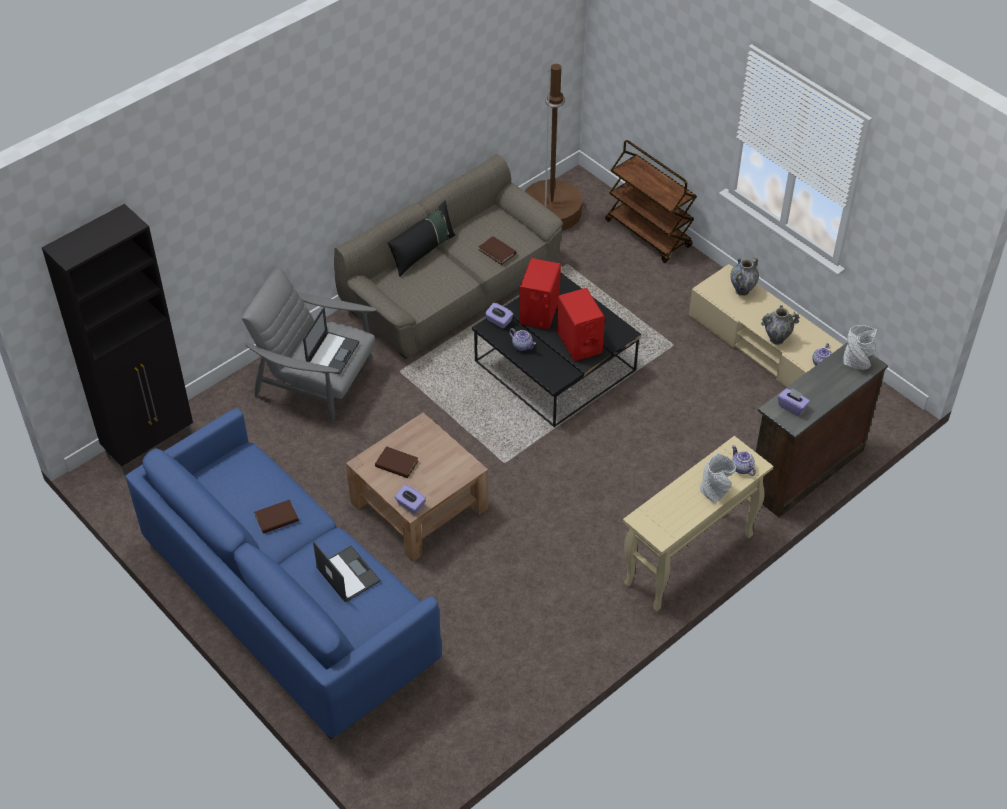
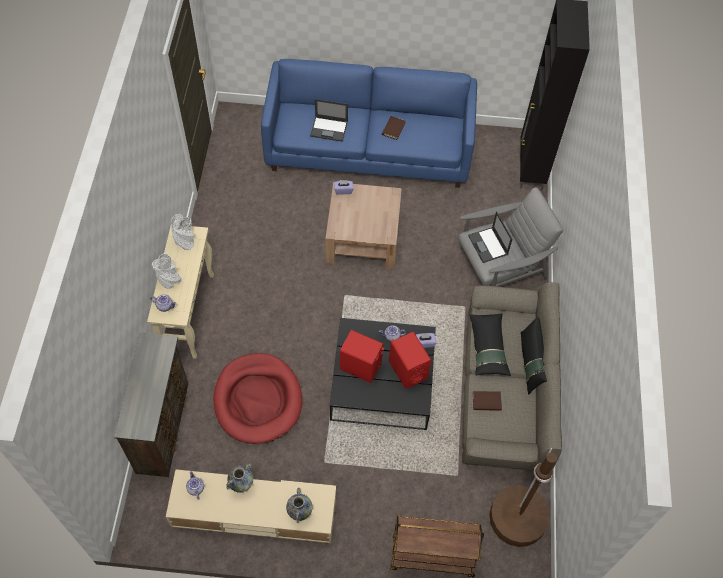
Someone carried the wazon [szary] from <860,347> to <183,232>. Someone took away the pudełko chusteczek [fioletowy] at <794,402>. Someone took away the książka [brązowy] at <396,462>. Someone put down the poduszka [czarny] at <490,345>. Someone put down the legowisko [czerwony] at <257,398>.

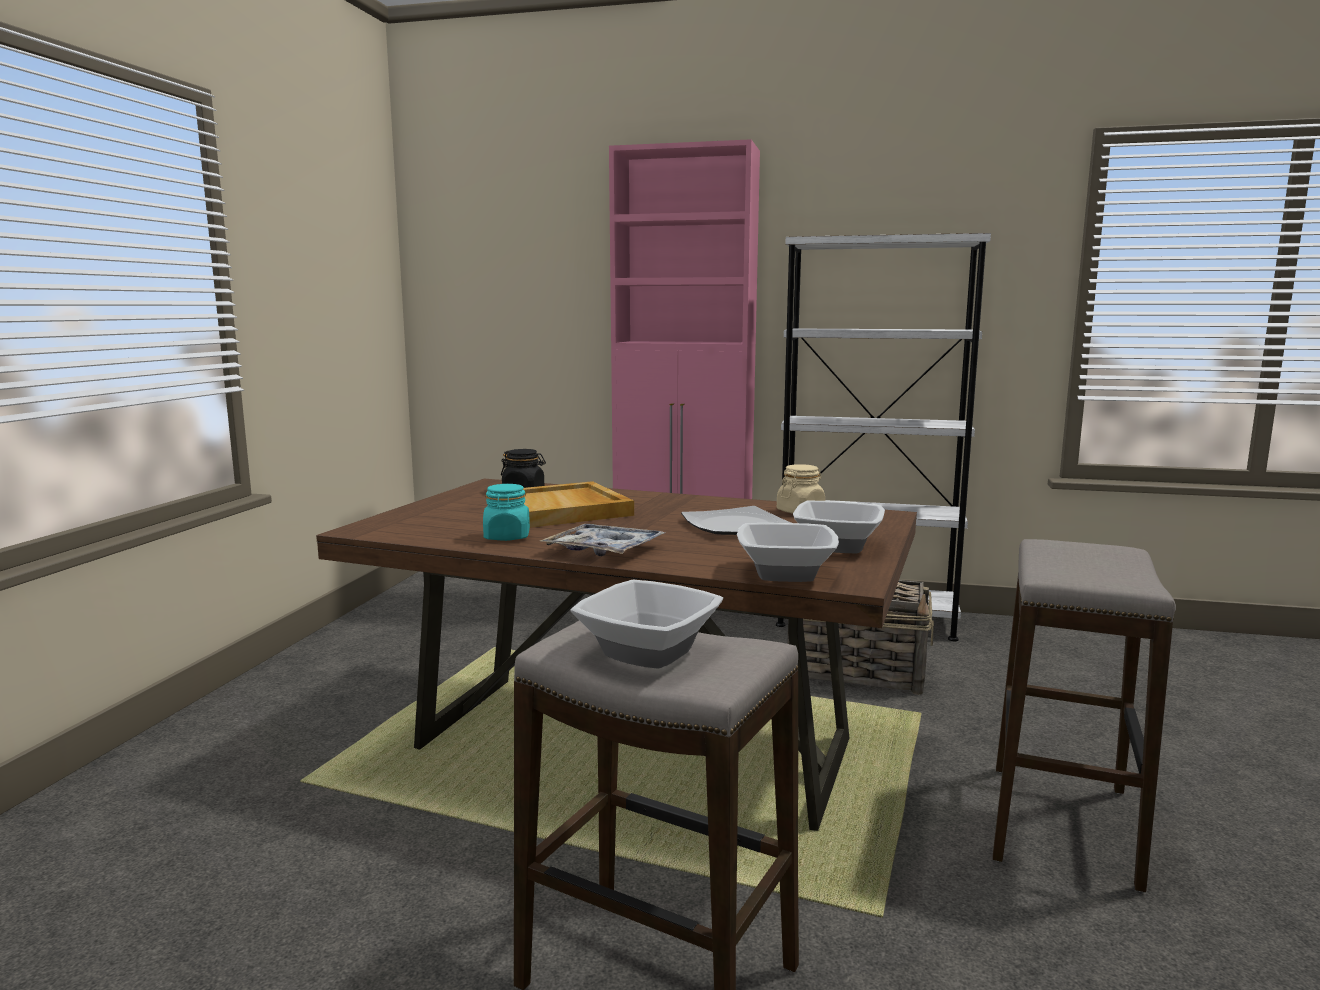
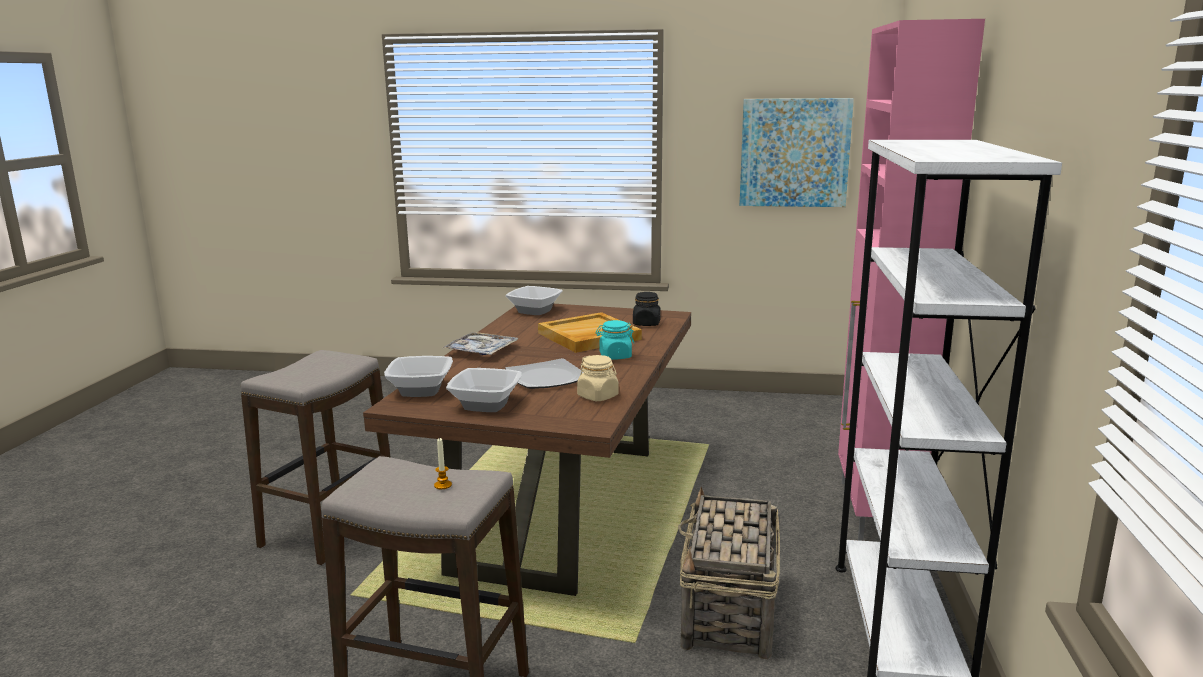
Someone carried the słoik [turkusowy] from <506,512> to <615,340>. Someone carried the miska from <646,624> to <534,300>. Someone put up the obraz at <796,152>. Someone put down the świeca at <443,463>.

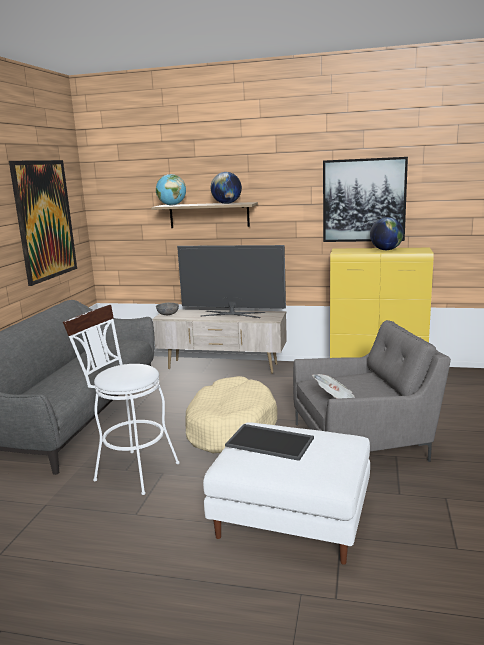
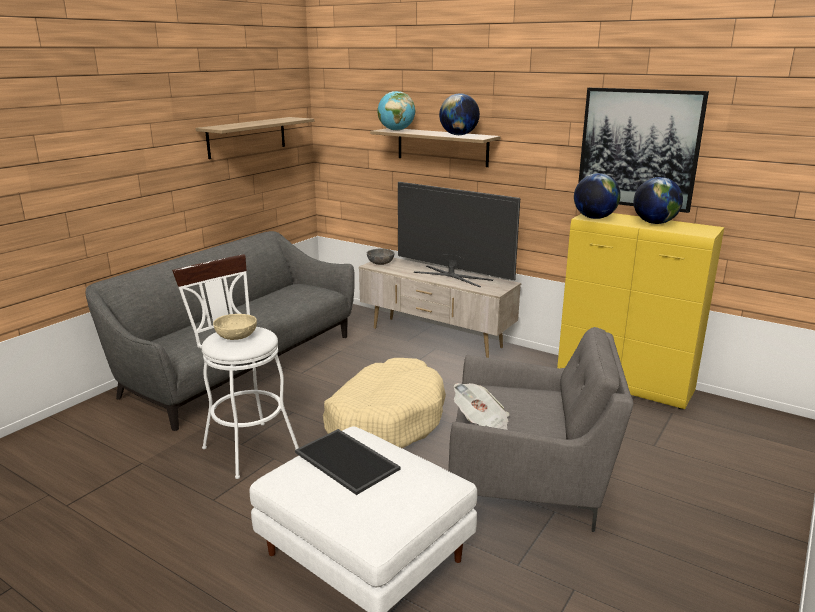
Someone swapped the obraz at <43,223> for the półka at <255,138>. Someone put down the globus at <597,196>. Someone put down the miska [beżowy] at <235,327>.

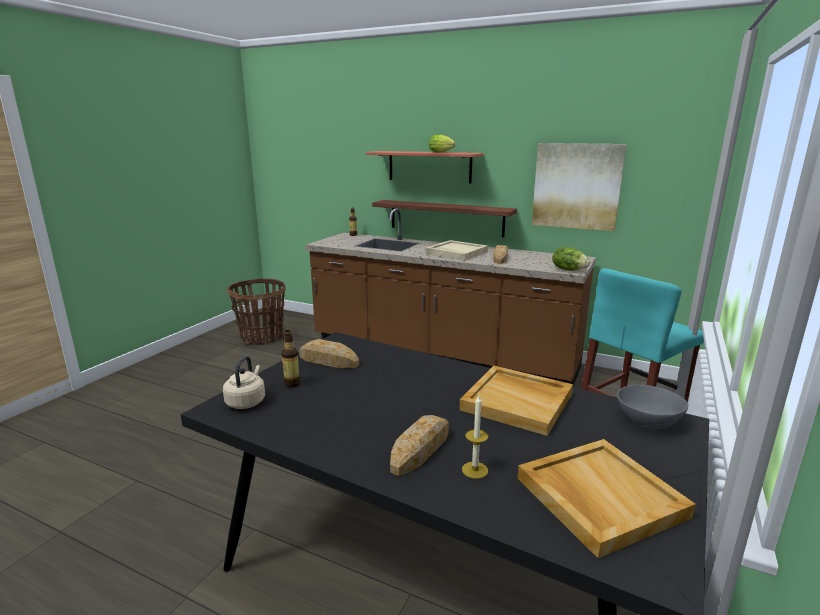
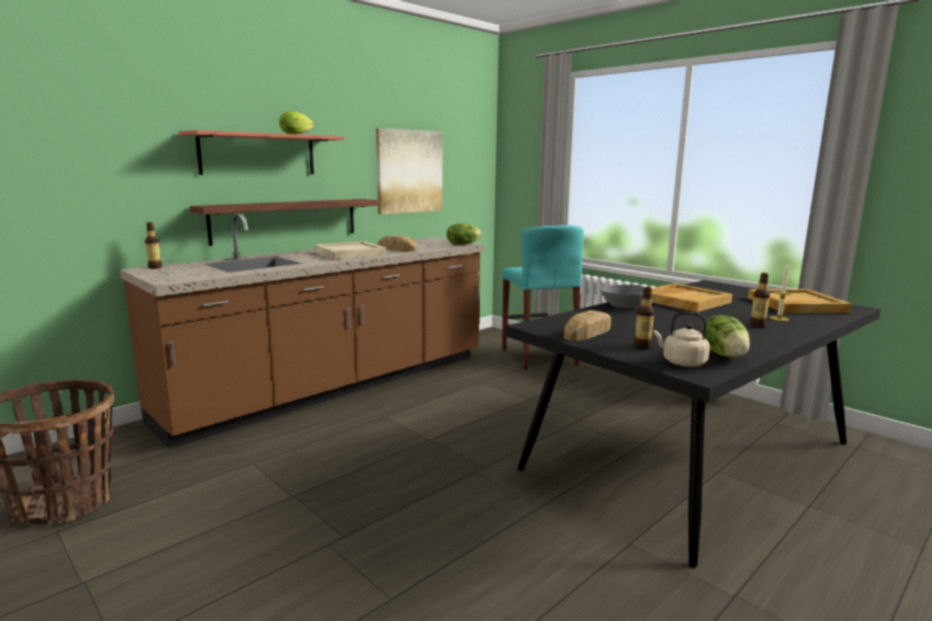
Someone carried the miska [szary] from <652,407> to <622,296>. Someone swapped the chleb at <419,445> for the butelka at <760,300>. Someone put down the sałata at <725,336>.

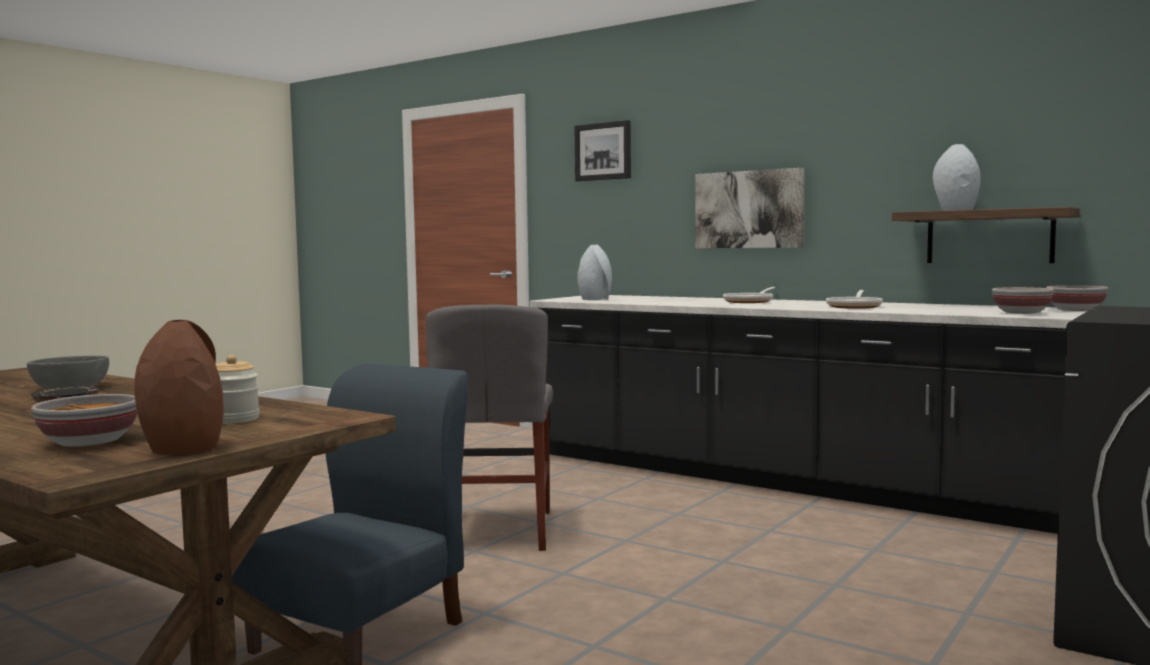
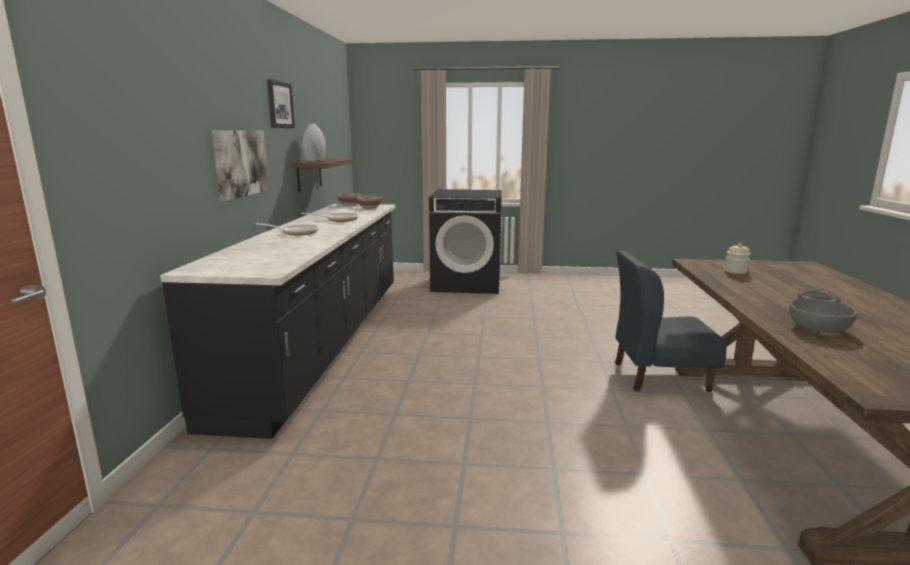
Someone carried the obraz from <602,151> to <281,103>. Someone took away the wazon [szary] at <595,272>. Someone took away the krzesło [szary] at <489,428>. Someone took away the wazon [brązowy] at <179,387>. Someone took away the miska at <84,420>.

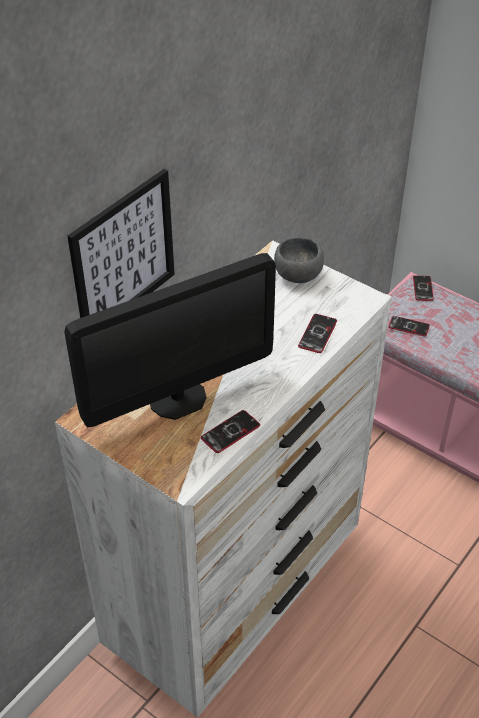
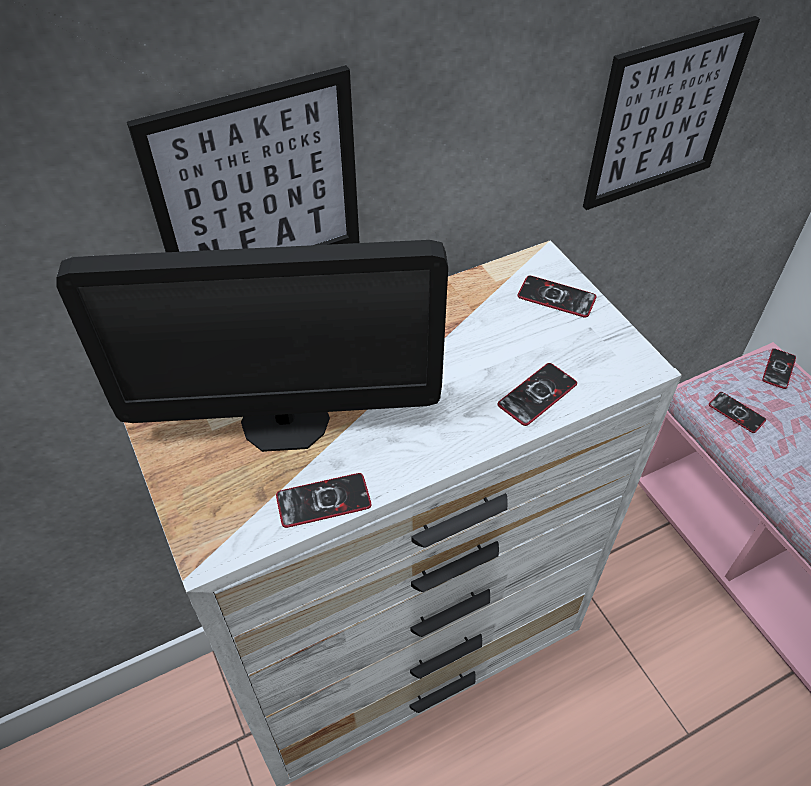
Someone swapped the miska [szary] at <299,260> for the telefon at <556,296>. Someone put up the obraz at <671,113>.

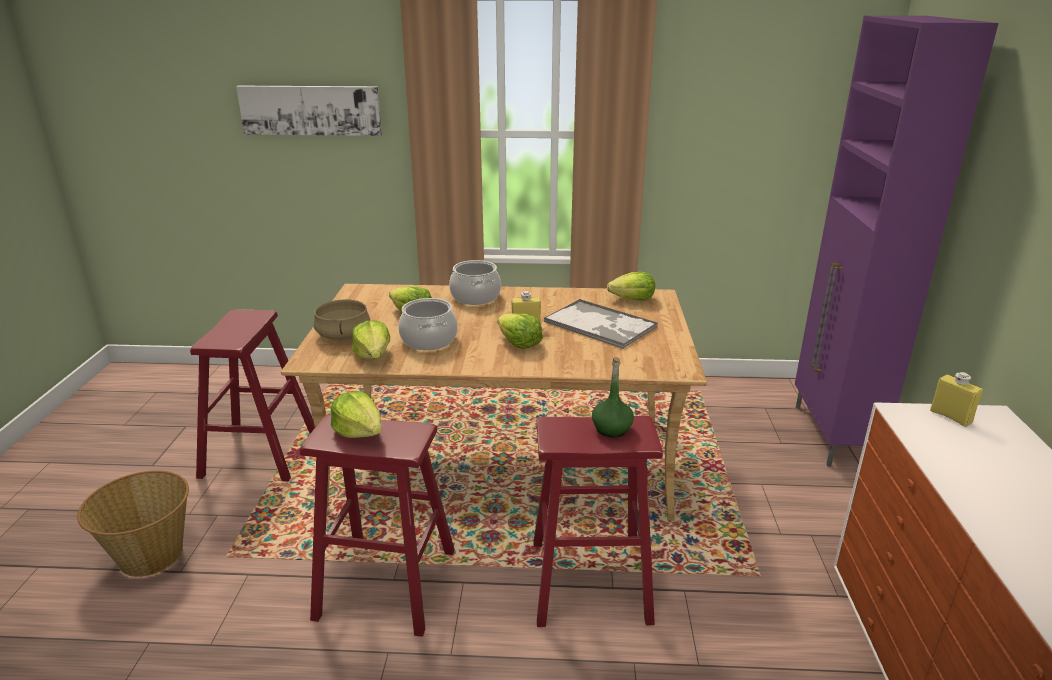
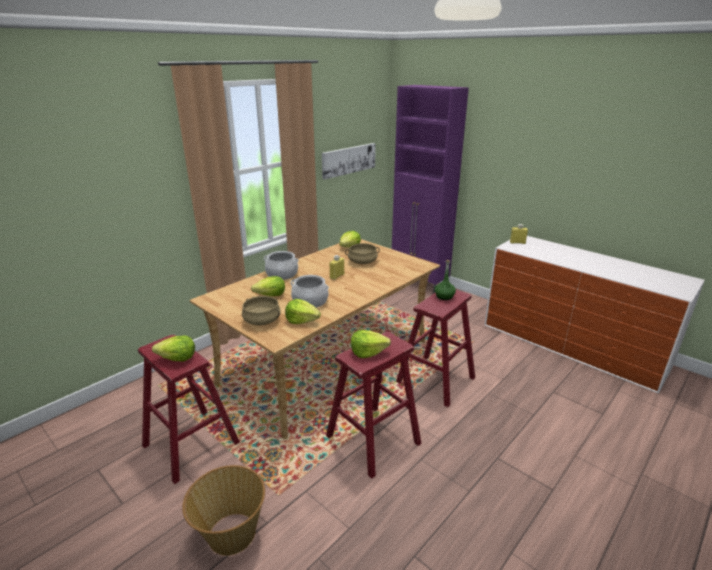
Someone carried the obraz from <309,111> to <349,161>. Someone swapped the taca at <601,324> for the garnek [beżowy] at <362,253>. Someone carried the sałata from <520,331> to <173,349>.

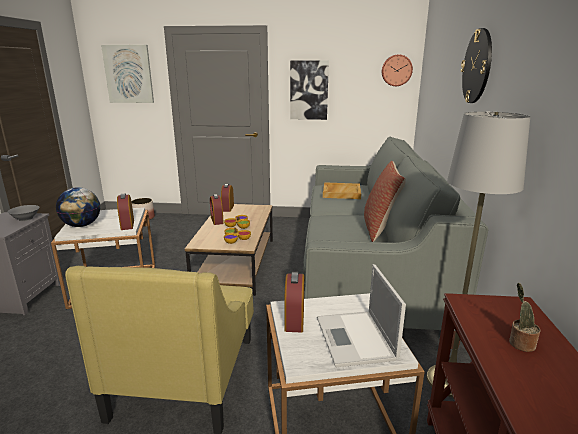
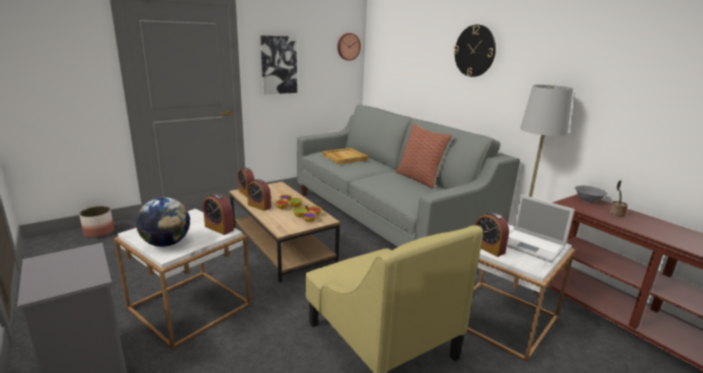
Someone took away the obraz at <127,74>. Someone carried the miska [szary] from <23,213> to <591,194>.

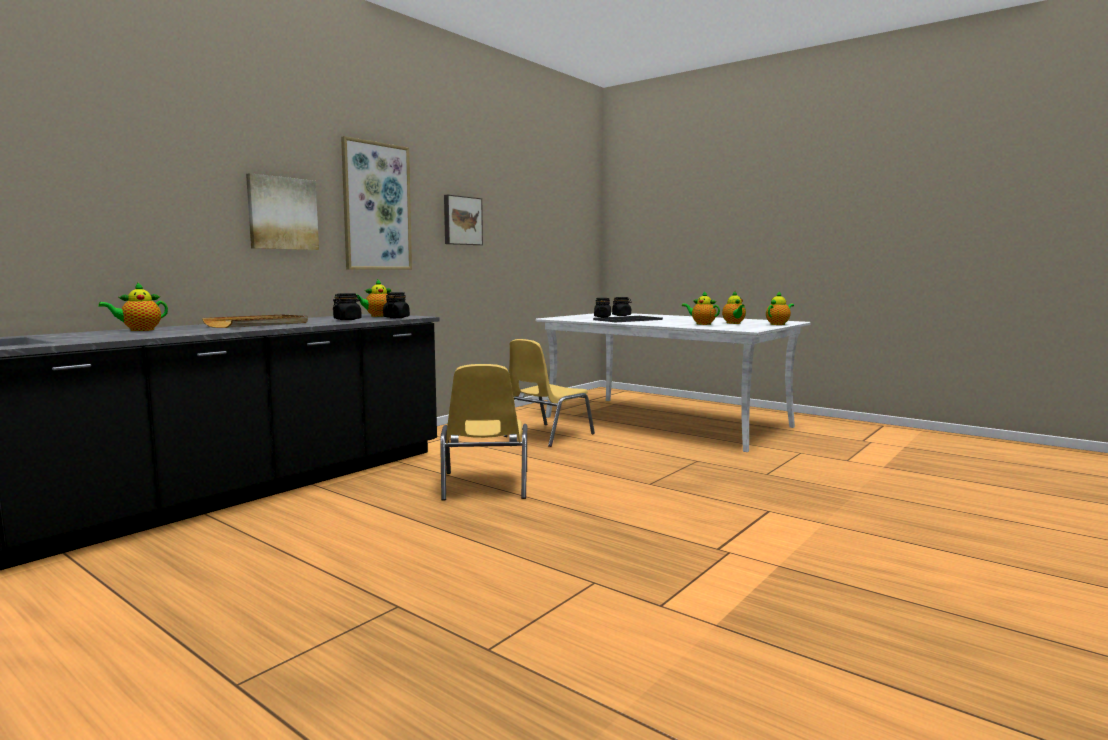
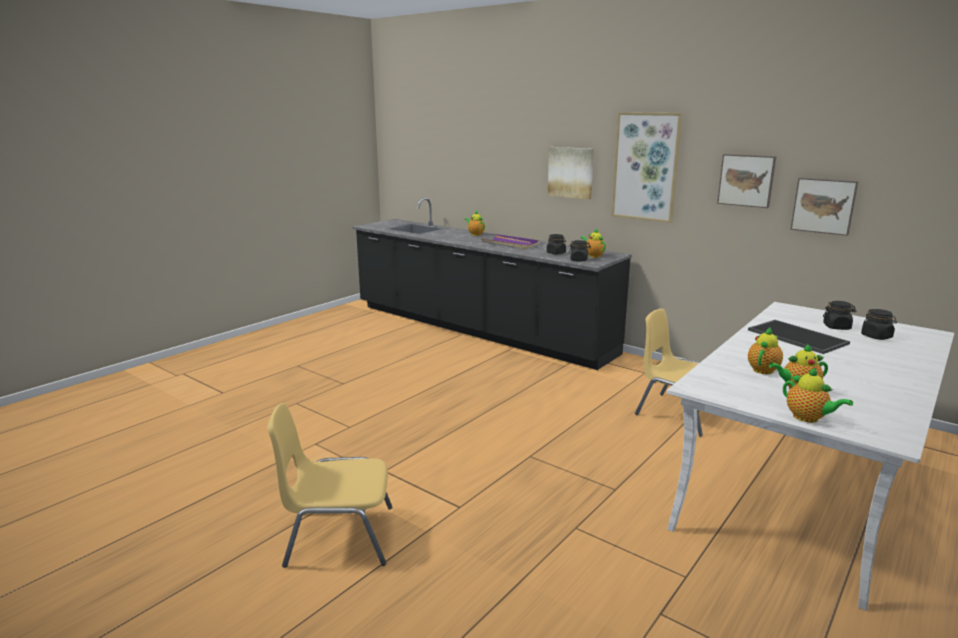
Someone repainted the taca [beżowy] at <255,321>, which became the taca [fioletowy] at <511,241>. Someone carried the krzesło [żółty] from <484,432> to <329,485>. Someone put up the obraz at <824,206>.

